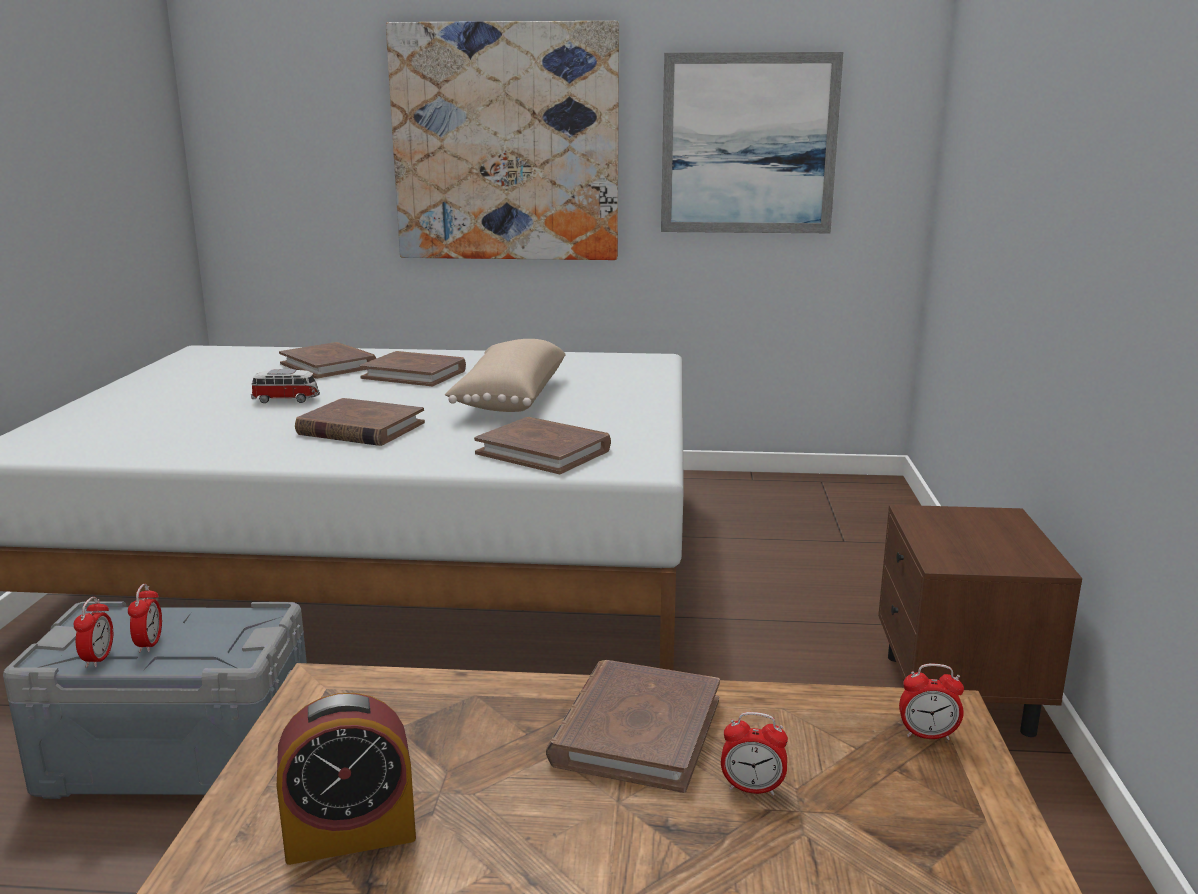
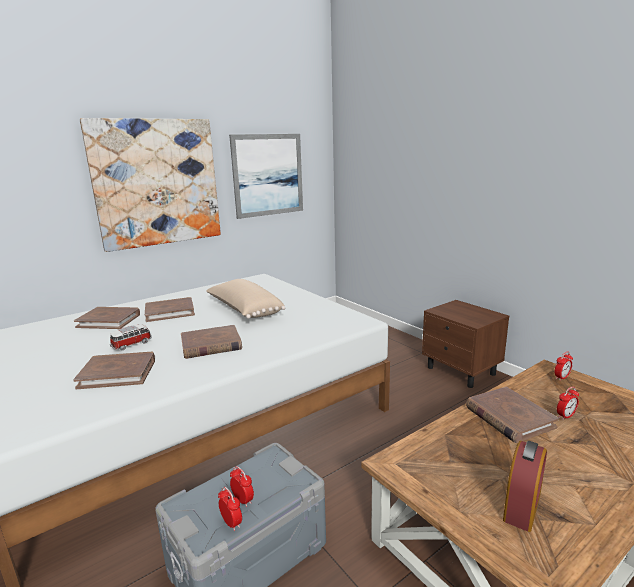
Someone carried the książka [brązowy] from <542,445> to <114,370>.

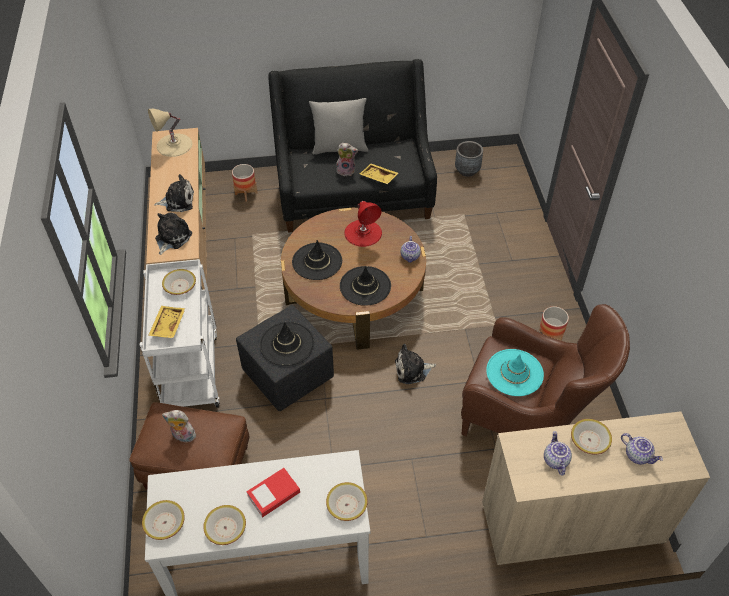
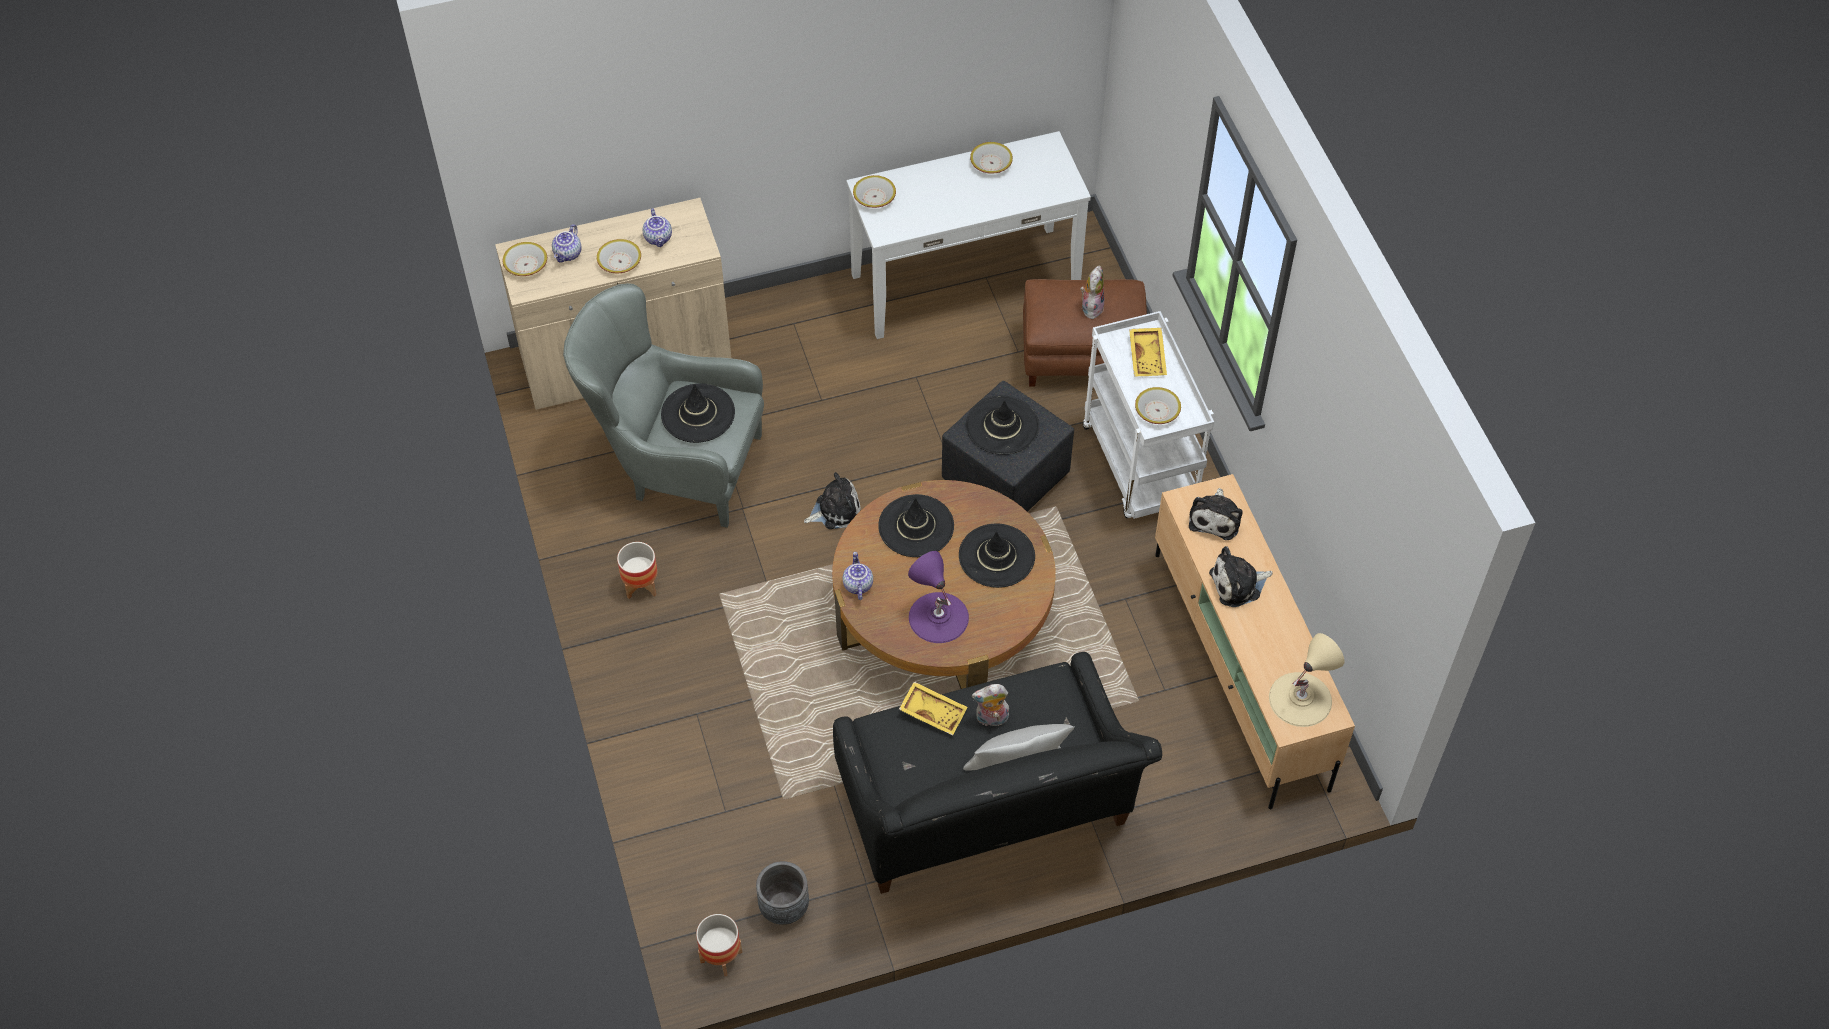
Someone carried the donica from <245,183> to <719,945>. Someone repainted the lampa stołowa [czerwony] at <363,224>, which became the lampa stołowa [fioletowy] at <938,597>. Someone repainted the fotel [brązowy] at <545,370>, which became the fotel [szary] at <663,405>. Someone repainted the kapelusz [turkusowy] at <515,372>, which became the kapelusz [czarny] at <698,413>. Someone rotated the pluszak at <179,426> by 75 degrees counterclockwise. Someone rotated the imbryk at <642,448> by 105 degrees counterclockwise. Someone took away the książka at <273,492>. Someone carried the miska from <163,520> to <525,259>.

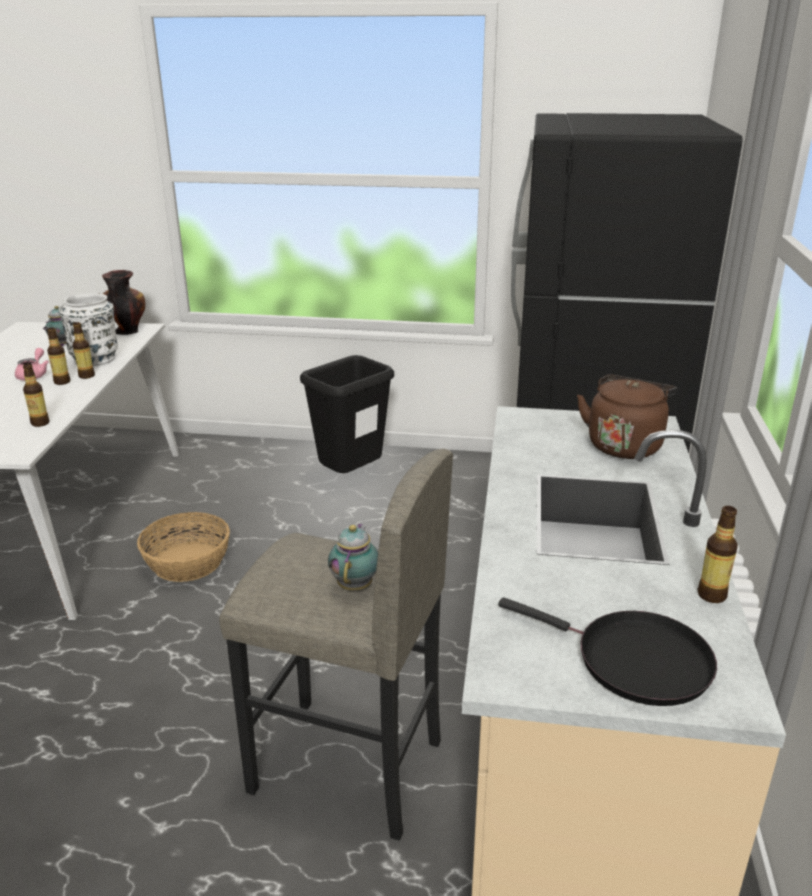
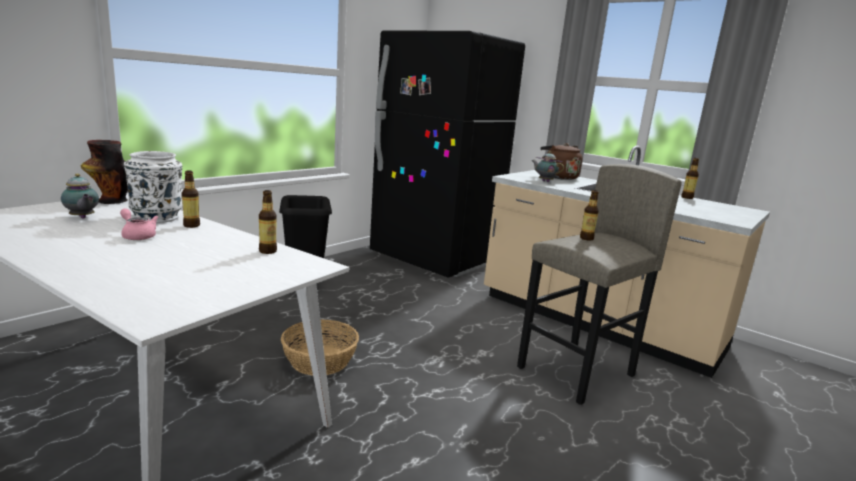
Someone carried the butelka from <58,356> to <589,215>. Someone carried the imbryk from <353,557> to <548,166>. Someone took away the patelnia [czarny] at <607,652>.

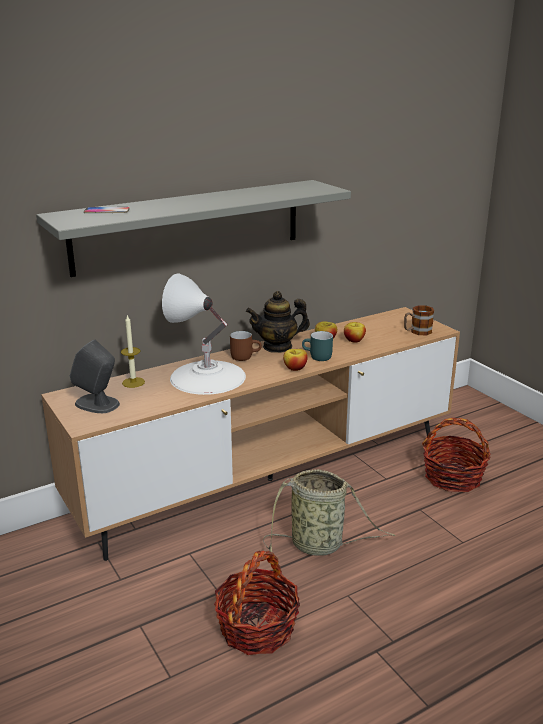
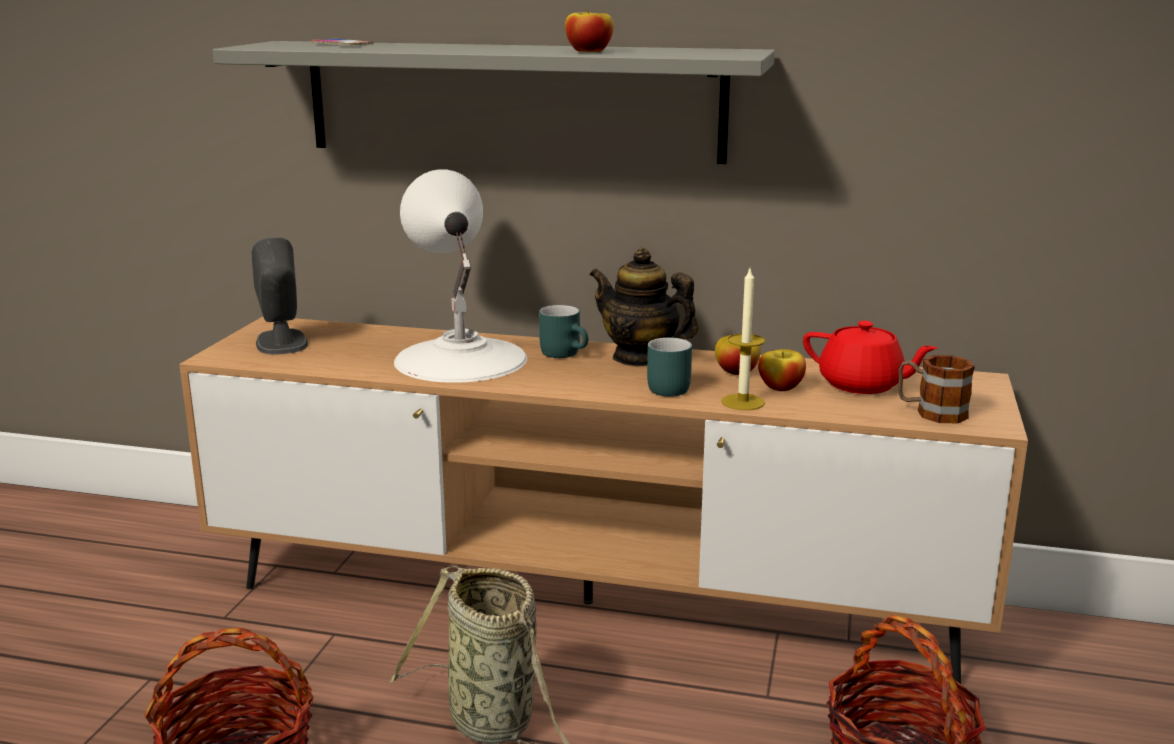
Someone carried the świeca from <133,351> to <743,339>. Someone repainted the kubek [brązowy] at <246,346>, which became the kubek [turkusowy] at <563,331>. Someone carried the jabłko from <295,360> to <589,31>. Someone put down the imbryk [czerwony] at <870,357>.

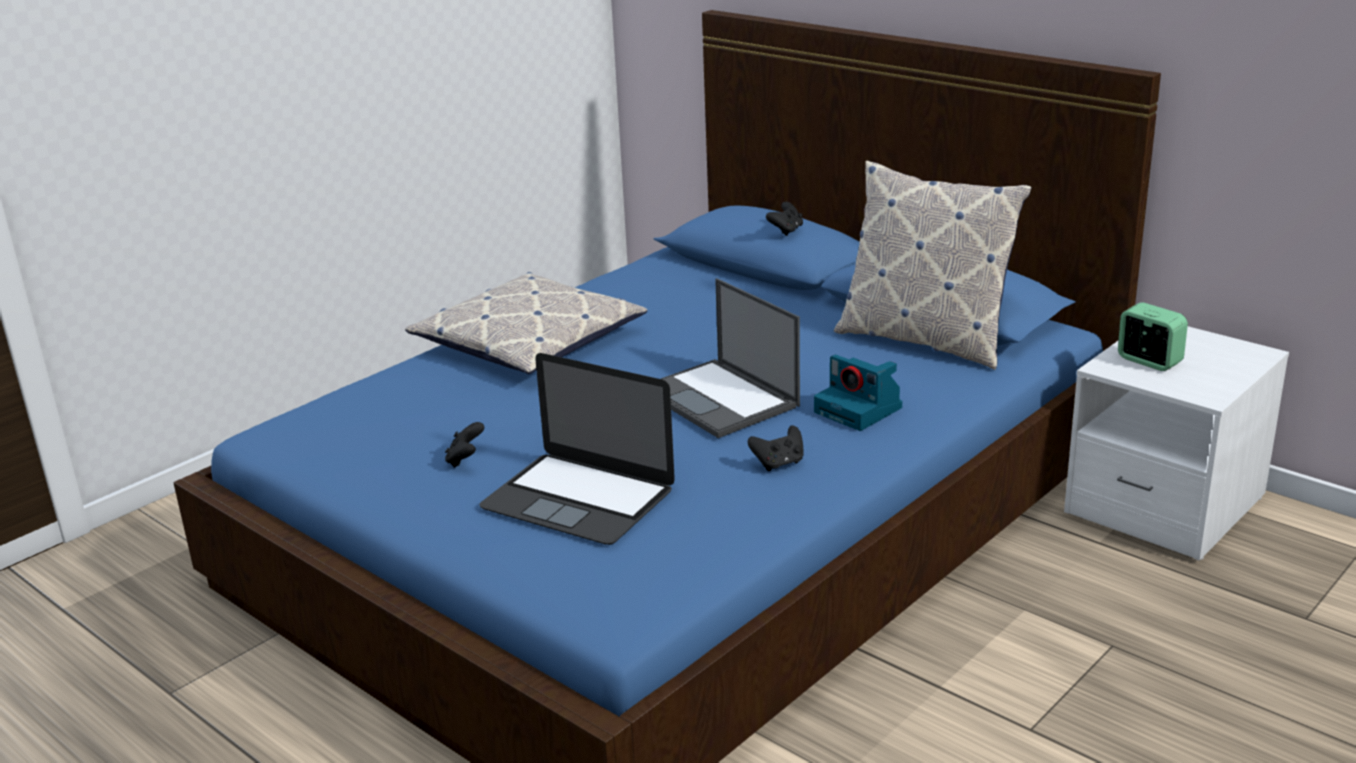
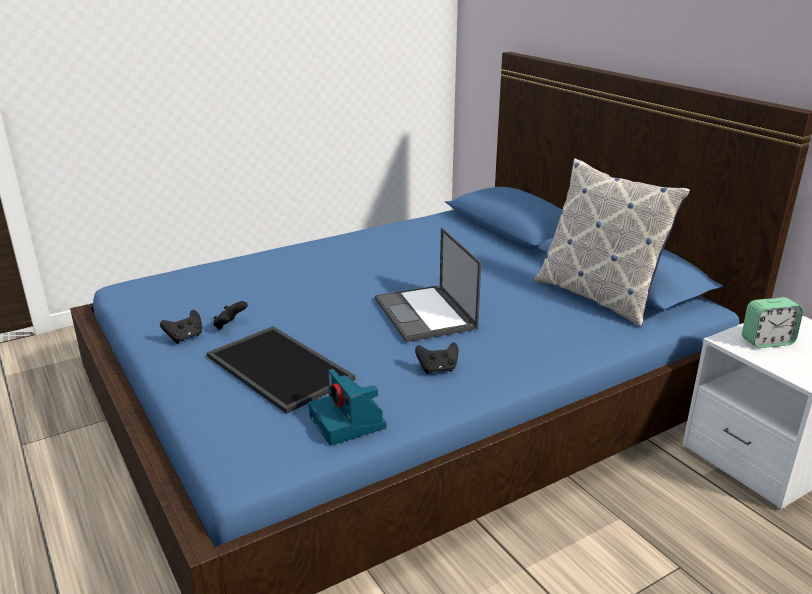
Someone carried the pad do gier [czarny] from <784,219> to <181,327>. Someone took away the poduszka at <526,323>. Someone rotated the budzik at <1153,336> by 105 degrees clockwise. Someone swapped the laptop at <577,449> for the taca at <281,370>. Someone carried the aparat fotograficzny from <858,393> to <347,407>.

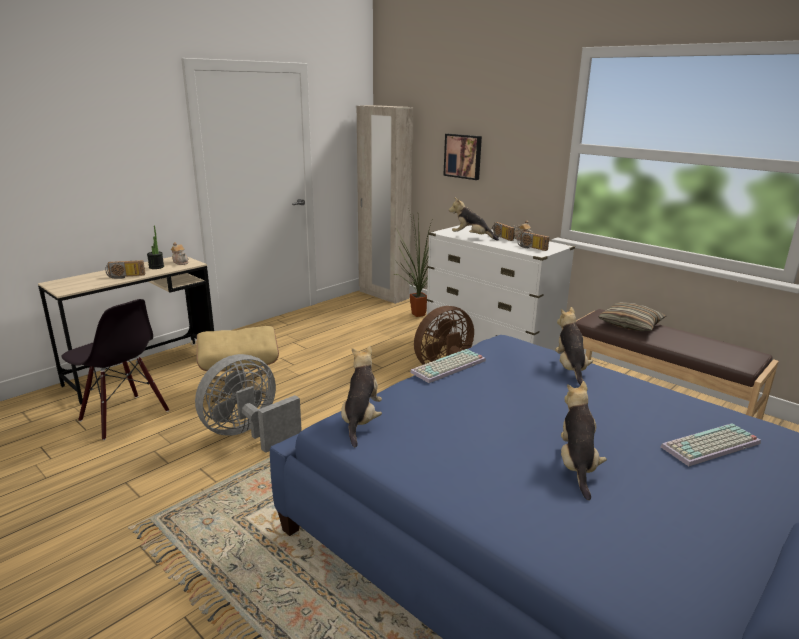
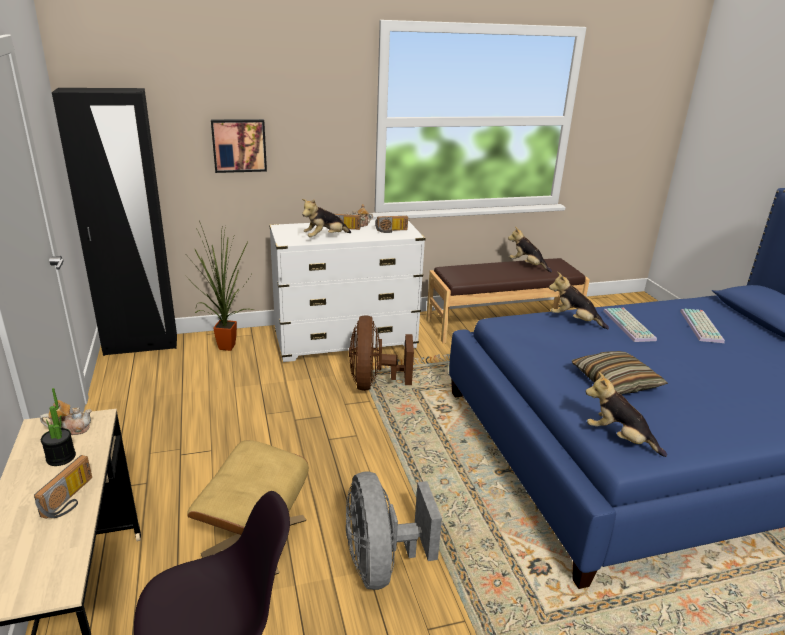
Someone repainted the szafa [beżowy] at <385,204>, which became the szafa [czarny] at <114,222>. Someone carried the poduszka from <632,316> to <620,372>. Someone carried the klawiatura from <448,366> to <630,325>. Someone carried the pluszak from <584,440> to <530,249>.

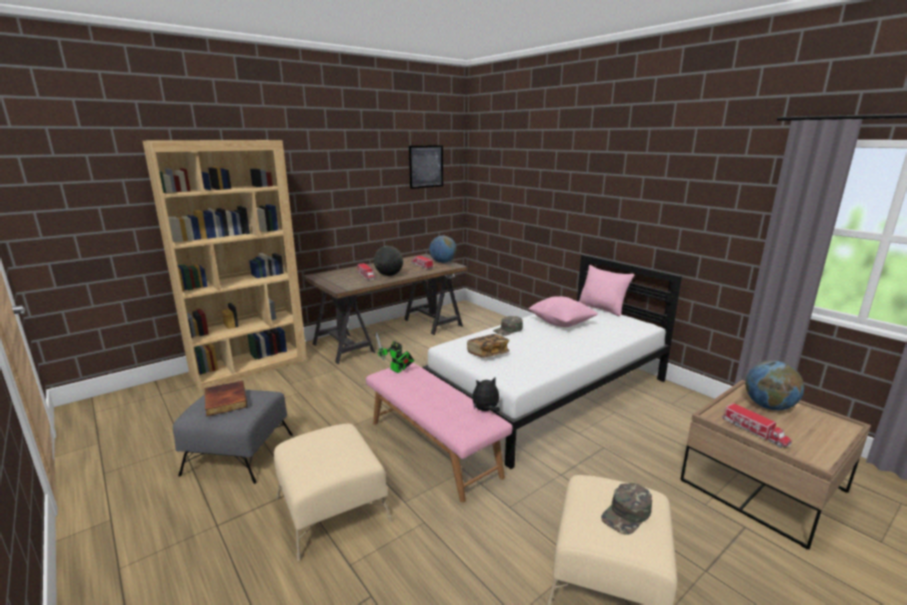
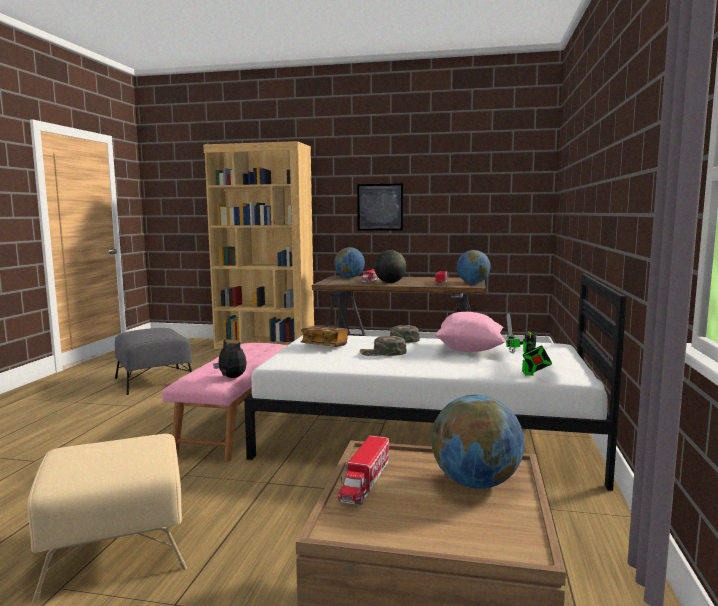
Someone carried the obraz from <426,167> to <380,207>. Someone took away the poduszka [różowy] at <606,290>. Someone carried the robot zabawkowy from <394,353> to <529,344>. Someone took away the książka at <226,398>. Someone took away the pufa [beżowy] at <333,492>. Someone carried the czapka z daszkiem [zielony] from <626,509> to <383,346>. Someone put down the globus at <349,262>.

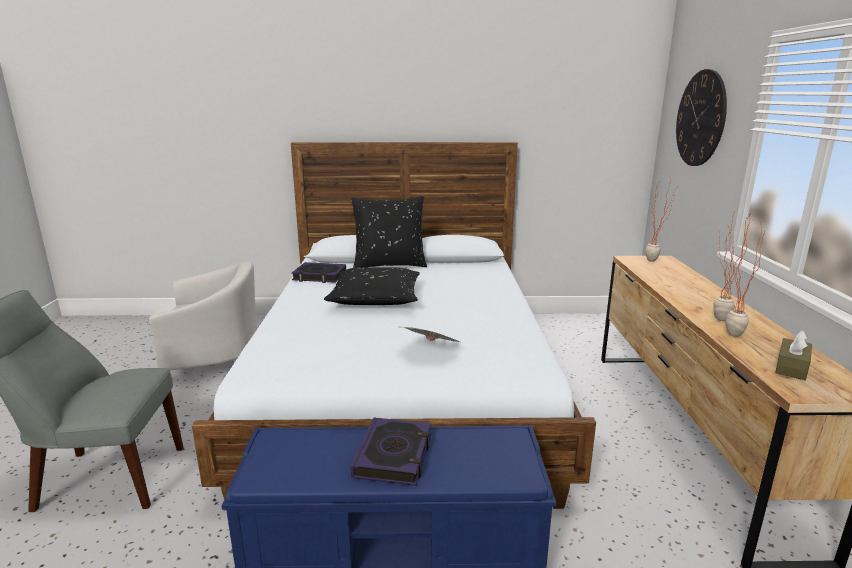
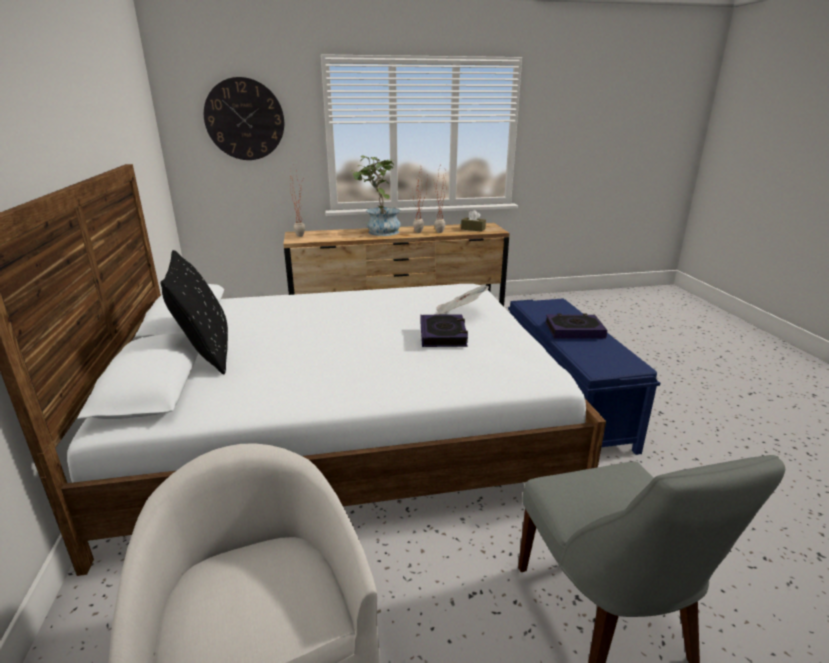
Someone carried the książka from <319,272> to <444,330>. Someone took away the poduszka [czarny] at <372,286>. Someone put down the roślina doniczkowa at <375,195>.

